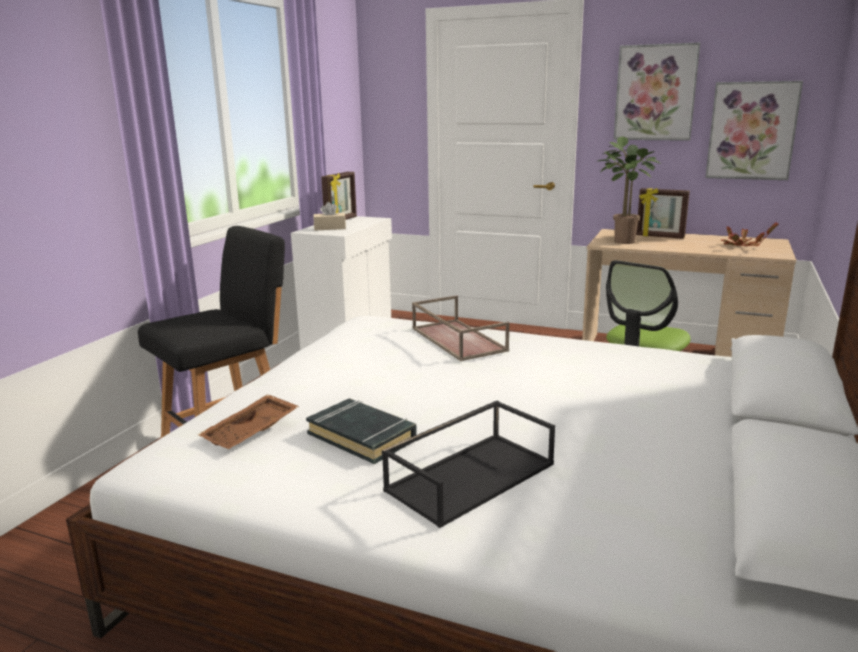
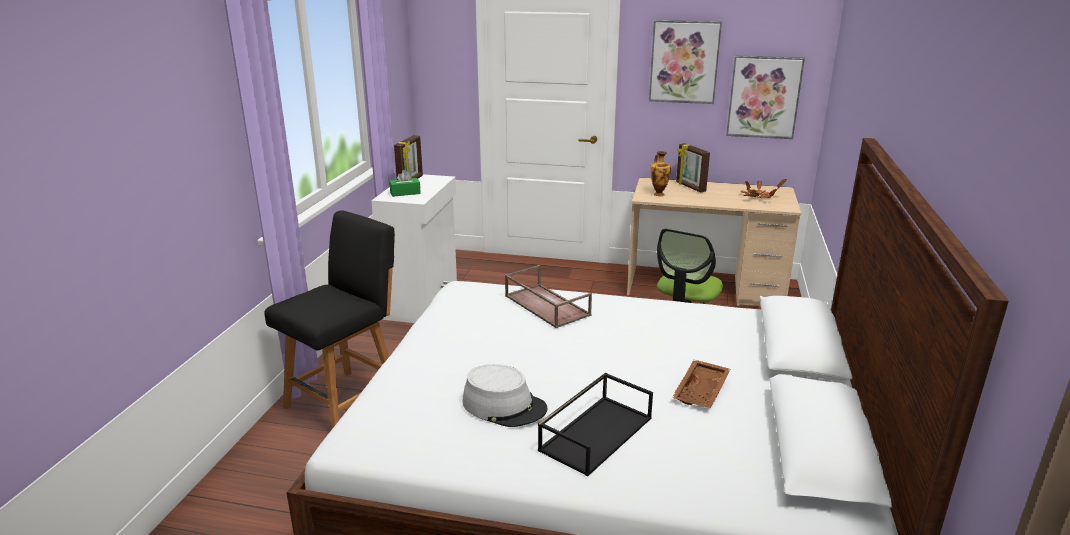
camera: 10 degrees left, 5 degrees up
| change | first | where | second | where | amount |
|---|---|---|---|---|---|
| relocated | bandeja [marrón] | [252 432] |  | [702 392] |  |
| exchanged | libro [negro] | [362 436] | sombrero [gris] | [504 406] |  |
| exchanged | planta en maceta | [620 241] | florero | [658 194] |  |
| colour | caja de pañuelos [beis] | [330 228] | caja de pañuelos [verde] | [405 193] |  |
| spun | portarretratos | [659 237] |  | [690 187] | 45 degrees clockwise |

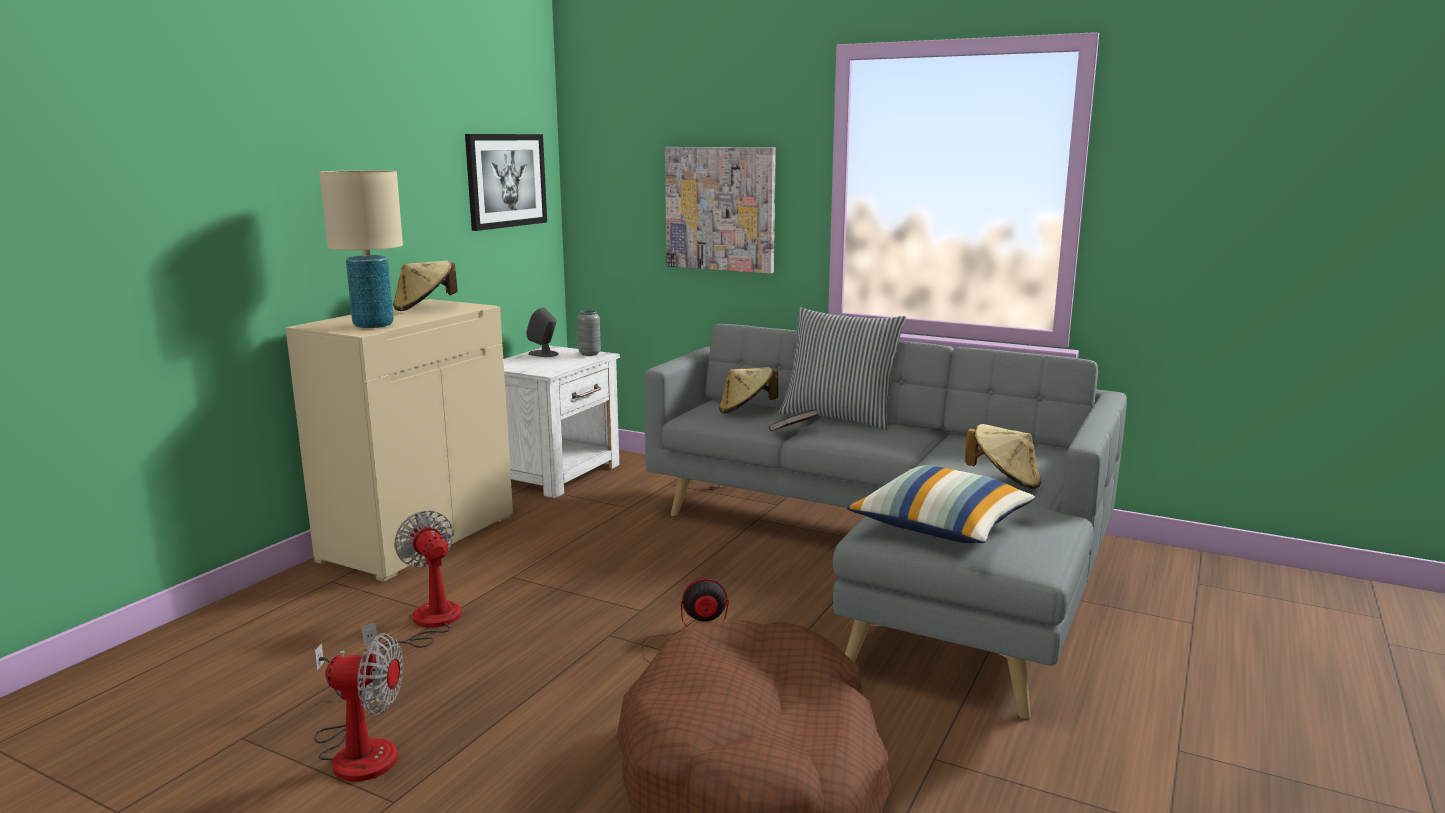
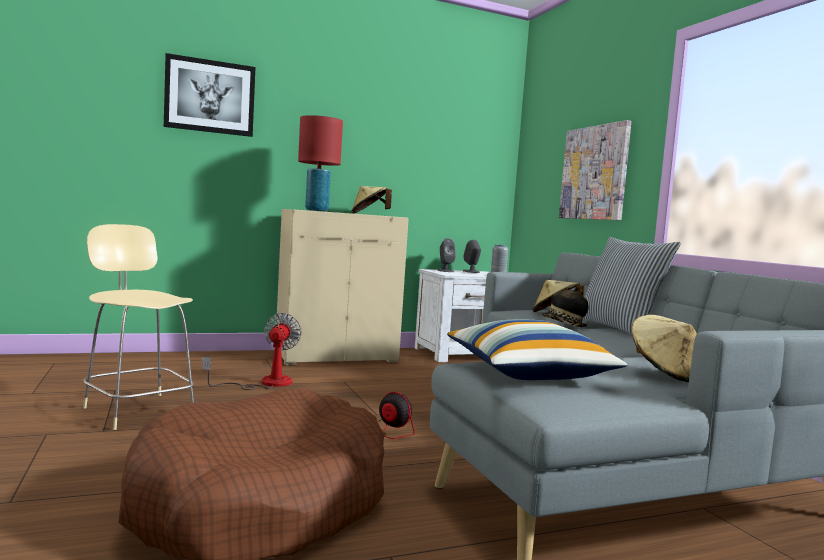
camera: 40 degrees right, 10 degrees down
| change | first | where | second | where | amount |
|---|---|---|---|---|---|
| appeared |  |  | altavoz [gris] | [445 271] |  |
| relocated | cuadro | [506 180] |  | [210 96] |  |
| exchanged | ventilador | [359 749] | taburete [beis] | [137 410] |  |
| exchanged | libro | [793 429] | sombrero | [563 325] |  |
| colour | lámpara de mesa [beis] | [373 325] | lámpara de mesa [rojo] | [316 210] |  |

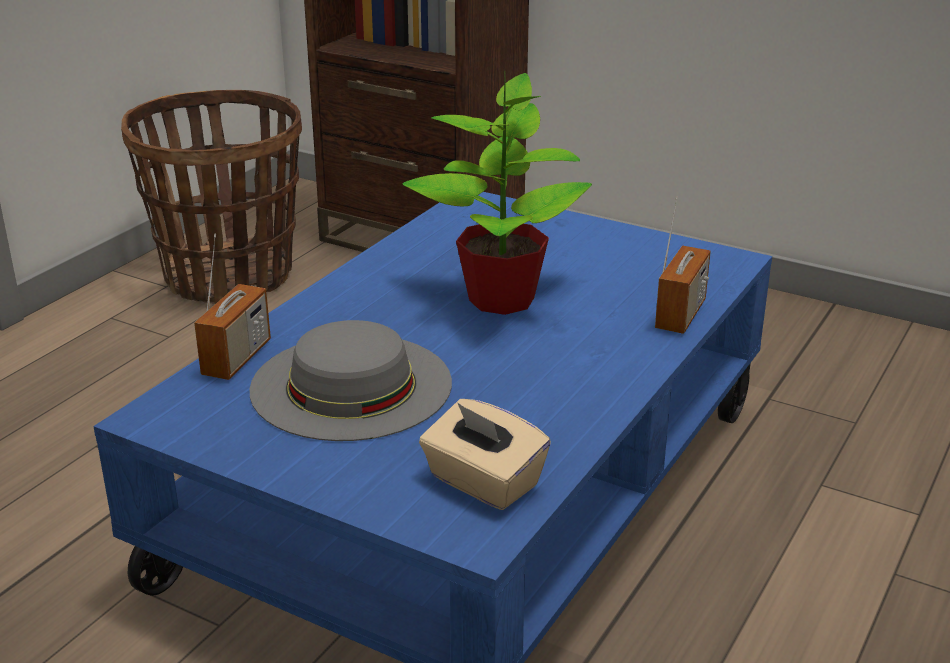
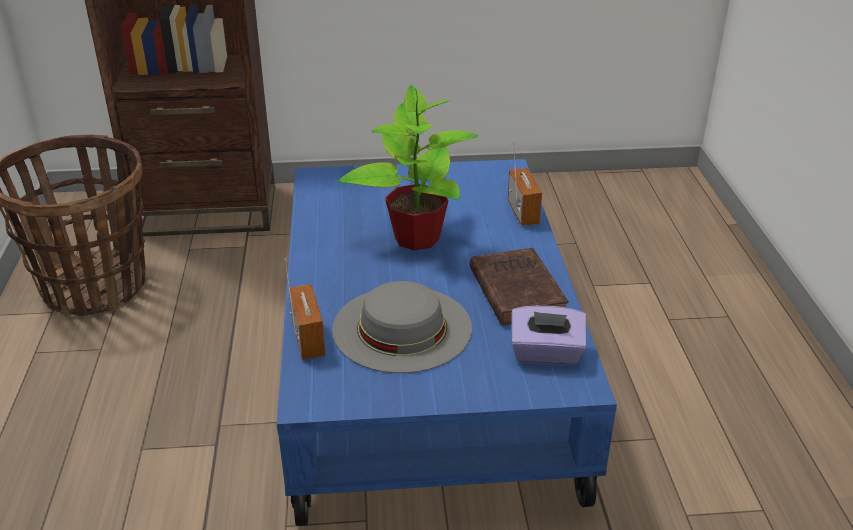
camera: 35 degrees left, 5 degrees up
| change | first | where | second | where | amount |
|---|---|---|---|---|---|
| appeared |  |  | libro [marrón] | [515 290] |  |
| colour | caja de pañuelos [beis] | [483 483] | caja de pañuelos [morado] | [546 354] |  |

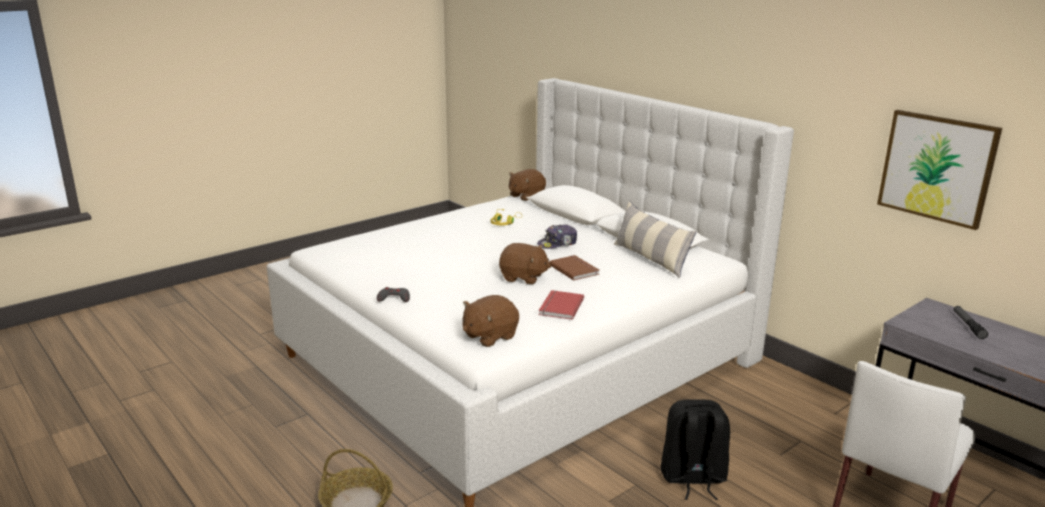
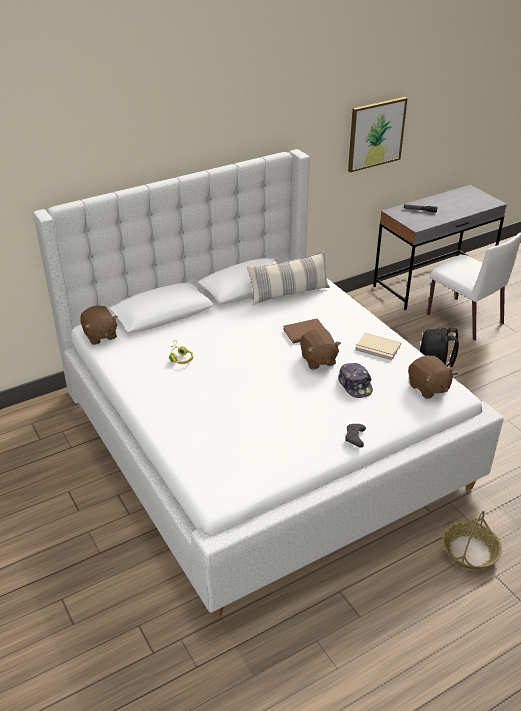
camera: 80 degrees left, 15 degrees up
| change | first | where | second | where | amount |
|---|---|---|---|---|---|
| relocated | gorra | [557 244] |  | [355 385] |  |
| colour | libro [rojo] | [559 307] | libro [beis] | [377 348] |  |
| spun | peluche [marrón] | [523 277] |  | [318 360] | 135 degrees clockwise |

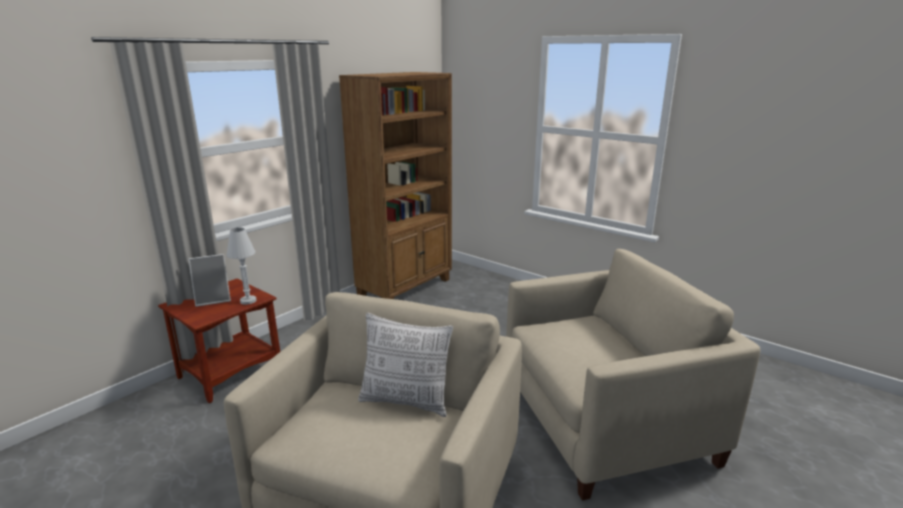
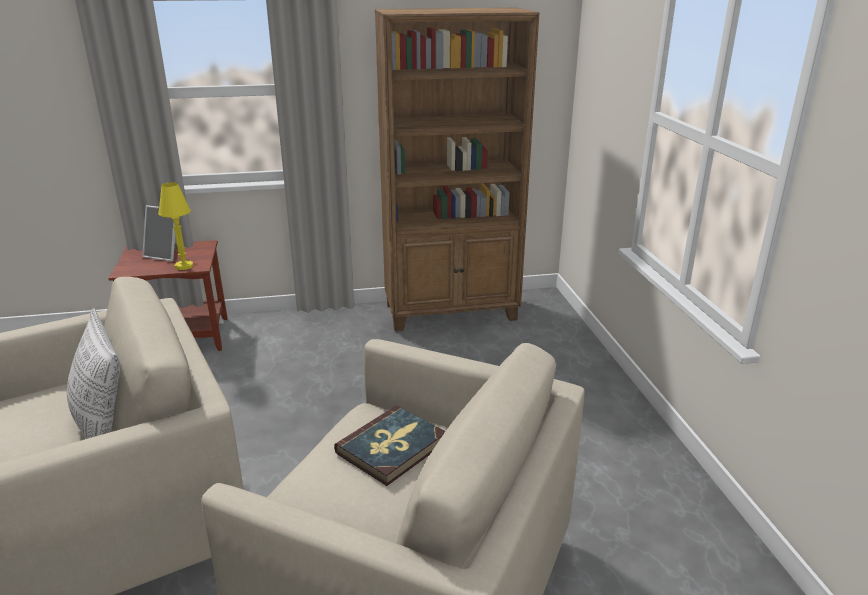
camera: 40 degrees right, 5 degrees up
| change | first | where | second | where | amount |
|---|---|---|---|---|---|
| appeared |  |  | libro | [392 448] |  |
| colour | lámpara de mesa [blanco] | [248 301] | lámpara de mesa [amarillo] | [184 266] |  |

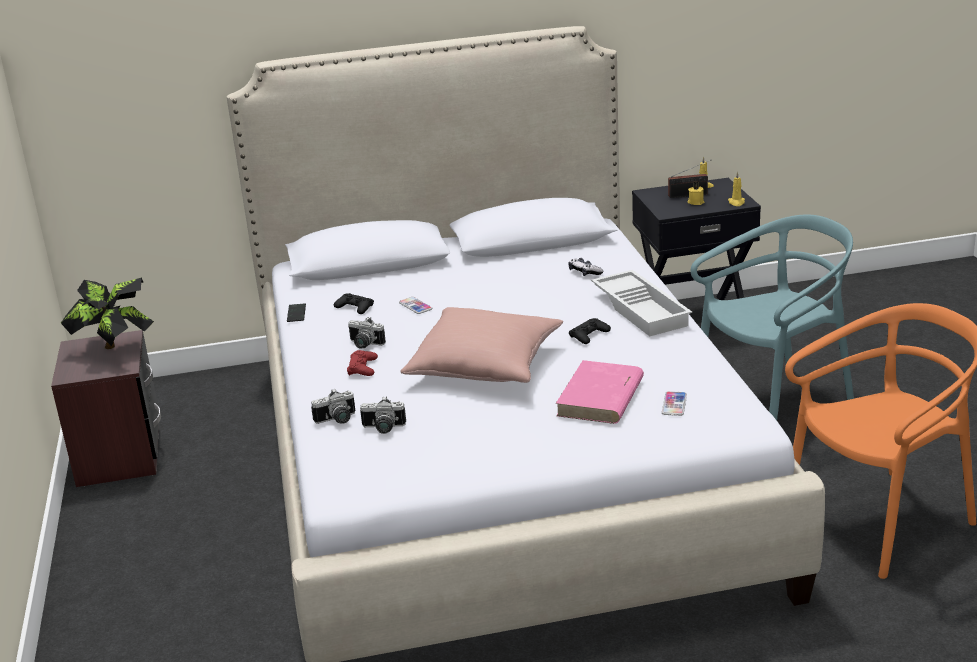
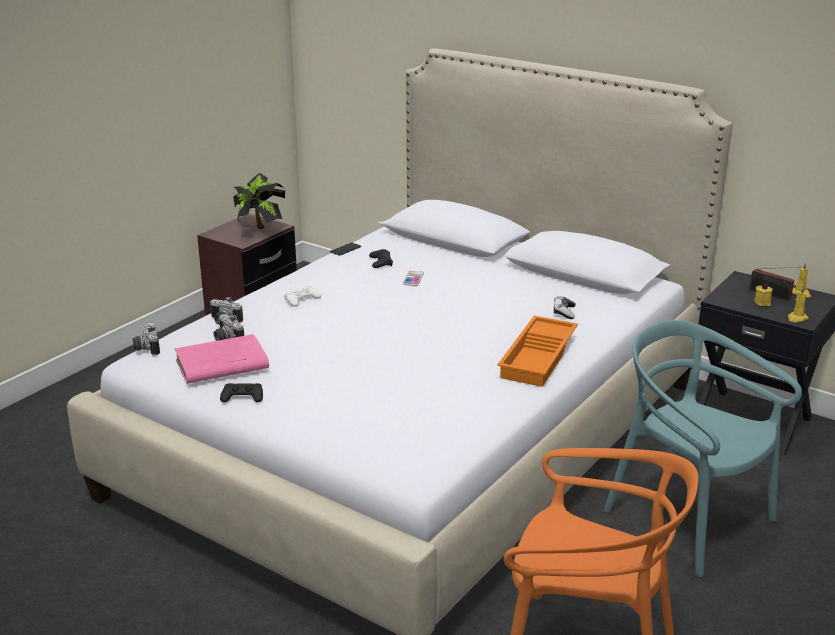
camera: 45 degrees right, 0 degrees up
| change | first | where | second | where | amount |
|---|---|---|---|---|---|
| missing | cojín [rosa] | [485 366] |  |  |  |
| missing | móvil | [674 404] |  |  |  |
| relocated | cámara | [364 345] |  | [146 348] |  |
| relocated | libro [rosa] | [600 398] |  | [221 365] |  |
| relocated | mando de consola [negro] | [589 335] |  | [242 397] |  |
| colour | mando de consola [rojo] | [362 368] | mando de consola [blanco] | [301 300] |  |
| colour | bandeja [blanco] | [642 309] | bandeja [naranja] | [539 358] |  |
| spun | silla [turquesa] | [774 402] |  | [688 520] | 150 degrees counterclockwise |

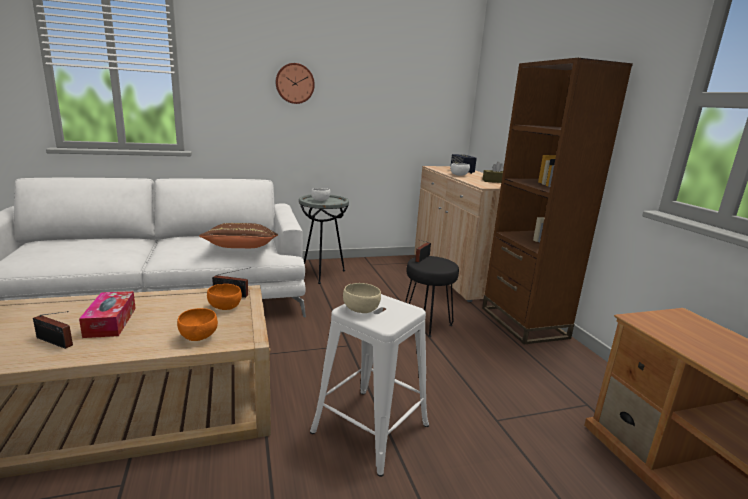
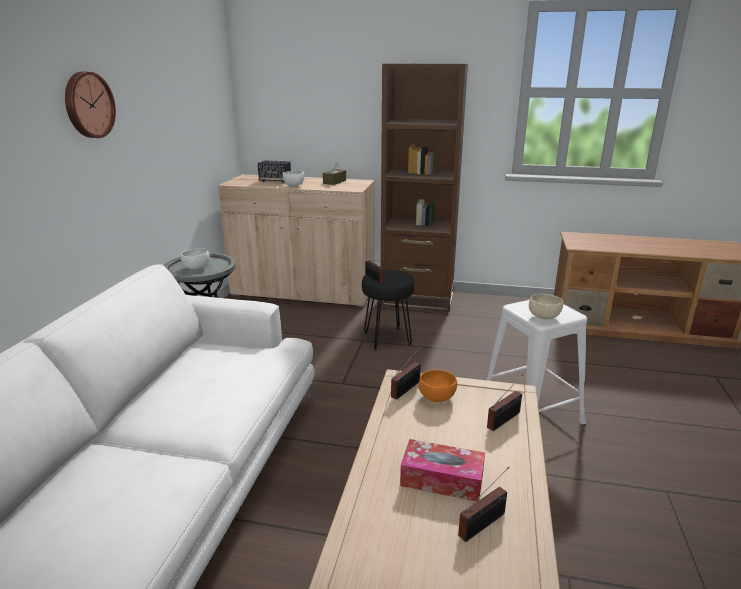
camera: 60 degrees left, 5 degrees up
| change | first | where | second | where | amount |
|---|---|---|---|---|---|
| missing | cojín [marrón] | [242 249] |  |  |  |
| exchanged | cuenco [naranja] | [199 336] | radio | [505 419] |  |

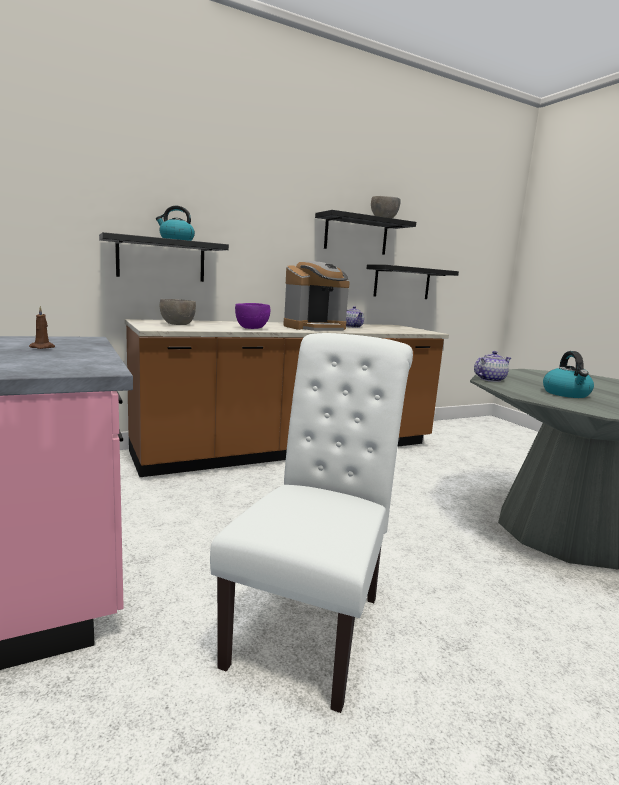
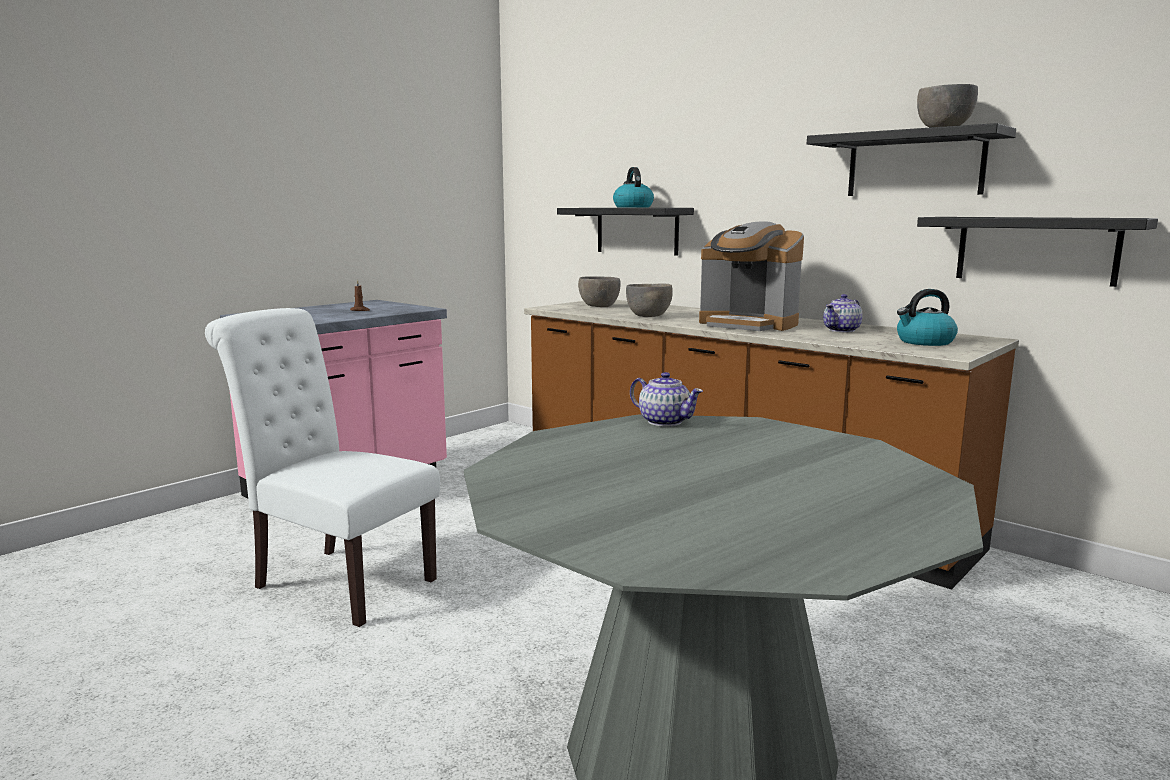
camera: 70 degrees right, 0 degrees up
| change | first | where | second | where | amount |
|---|---|---|---|---|---|
| relocated | hervidor | [566 394] |  | [924 342] |  |
| colour | cuenco [morado] | [252 328] | cuenco [gris] | [649 316] |  |
| spun | silla [blanco] | [312 622] |  | [336 581] | 150 degrees counterclockwise |

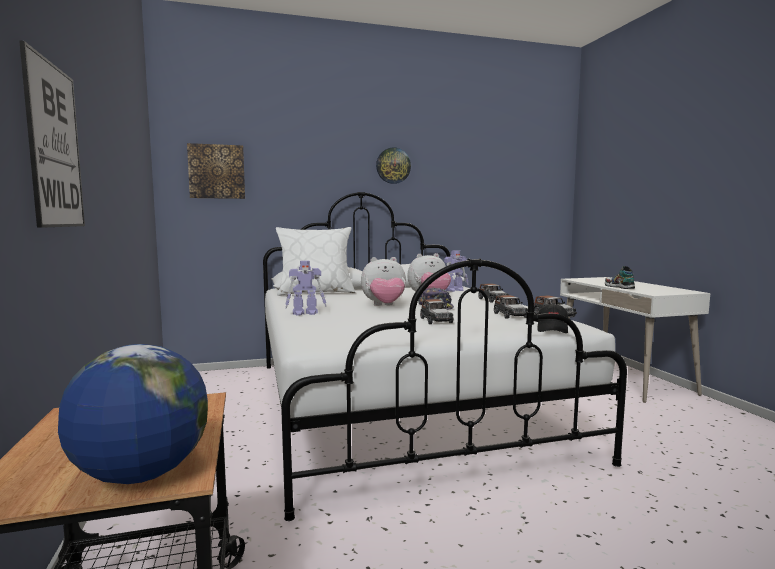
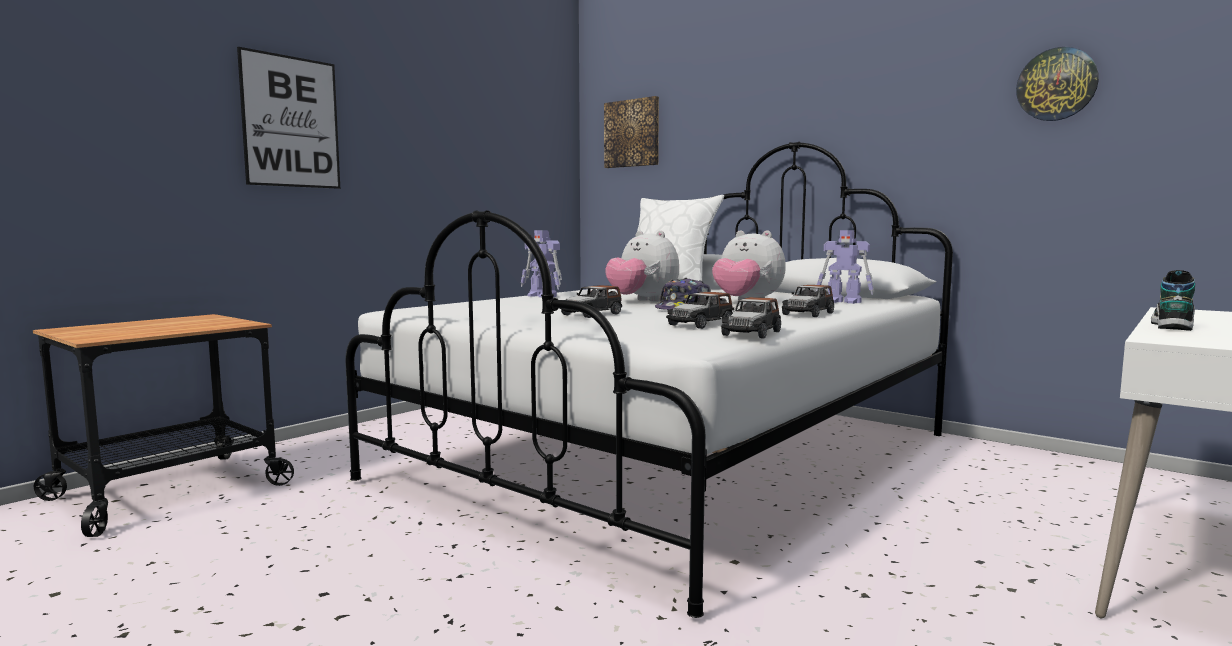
camera: 55 degrees right, 0 degrees up
| change | first | where | second | where | amount |
|---|---|---|---|---|---|
| missing | globo terráqueo | [141 475] |  |  |  |
| missing | gorra [negro] | [552 329] |  |  |  |
| relocated | reloj de pared | [393 165] |  | [1056 84] |  |

